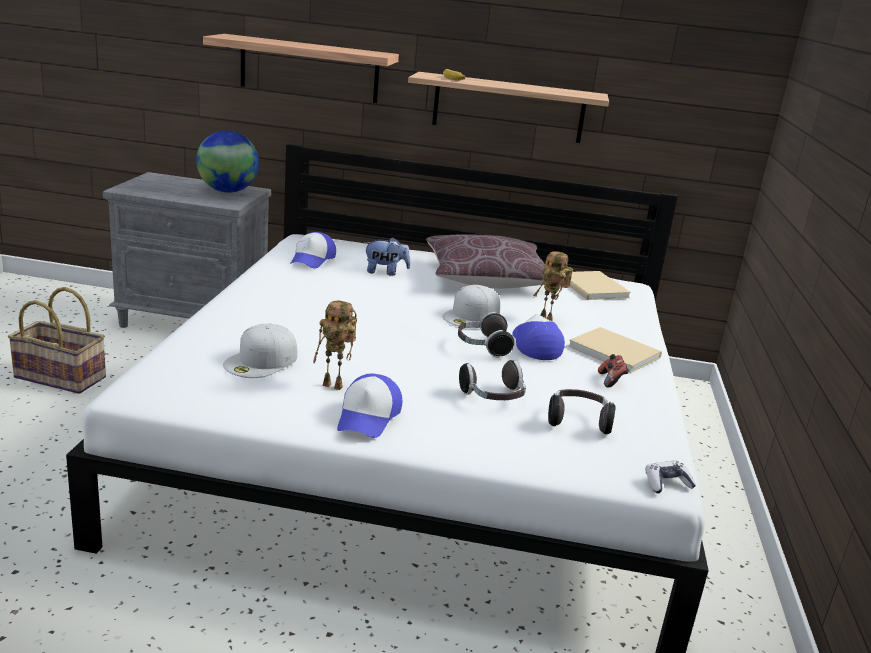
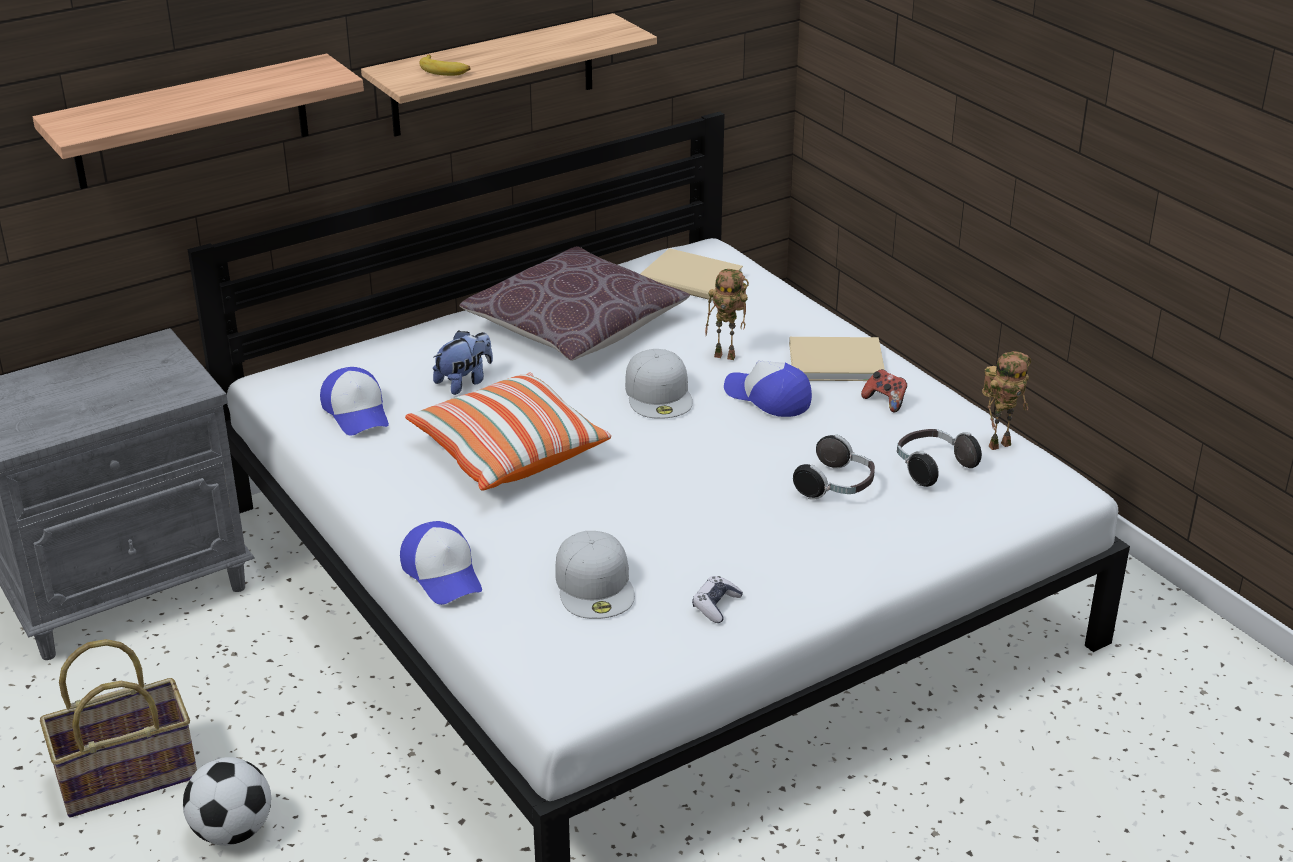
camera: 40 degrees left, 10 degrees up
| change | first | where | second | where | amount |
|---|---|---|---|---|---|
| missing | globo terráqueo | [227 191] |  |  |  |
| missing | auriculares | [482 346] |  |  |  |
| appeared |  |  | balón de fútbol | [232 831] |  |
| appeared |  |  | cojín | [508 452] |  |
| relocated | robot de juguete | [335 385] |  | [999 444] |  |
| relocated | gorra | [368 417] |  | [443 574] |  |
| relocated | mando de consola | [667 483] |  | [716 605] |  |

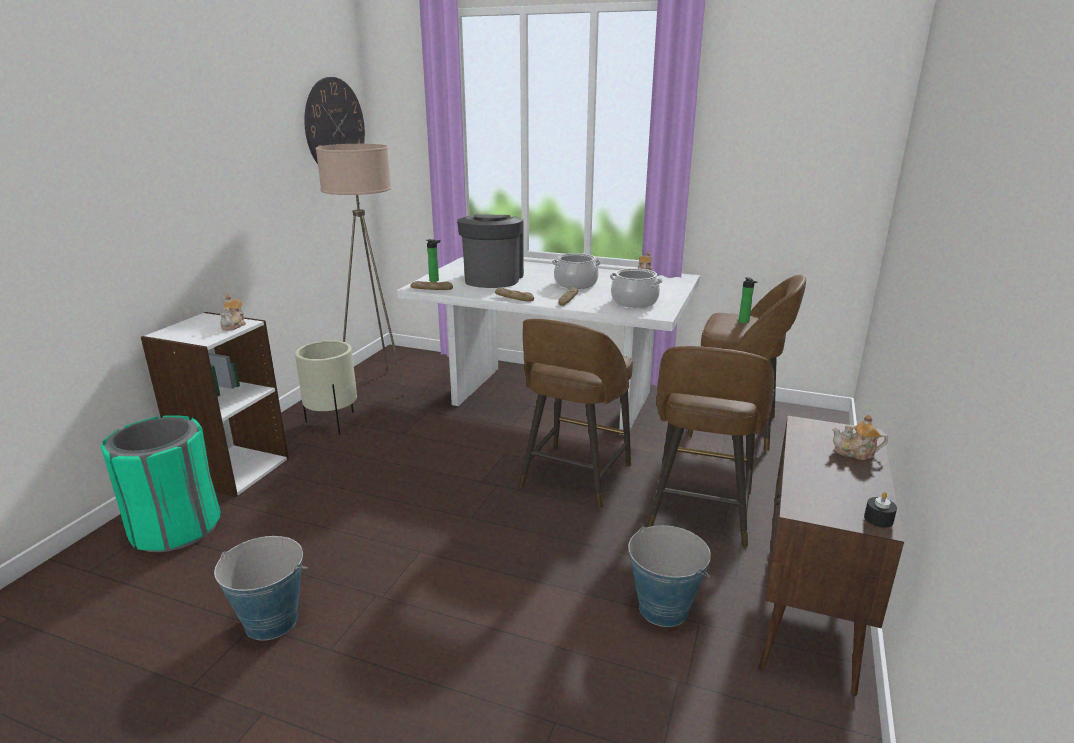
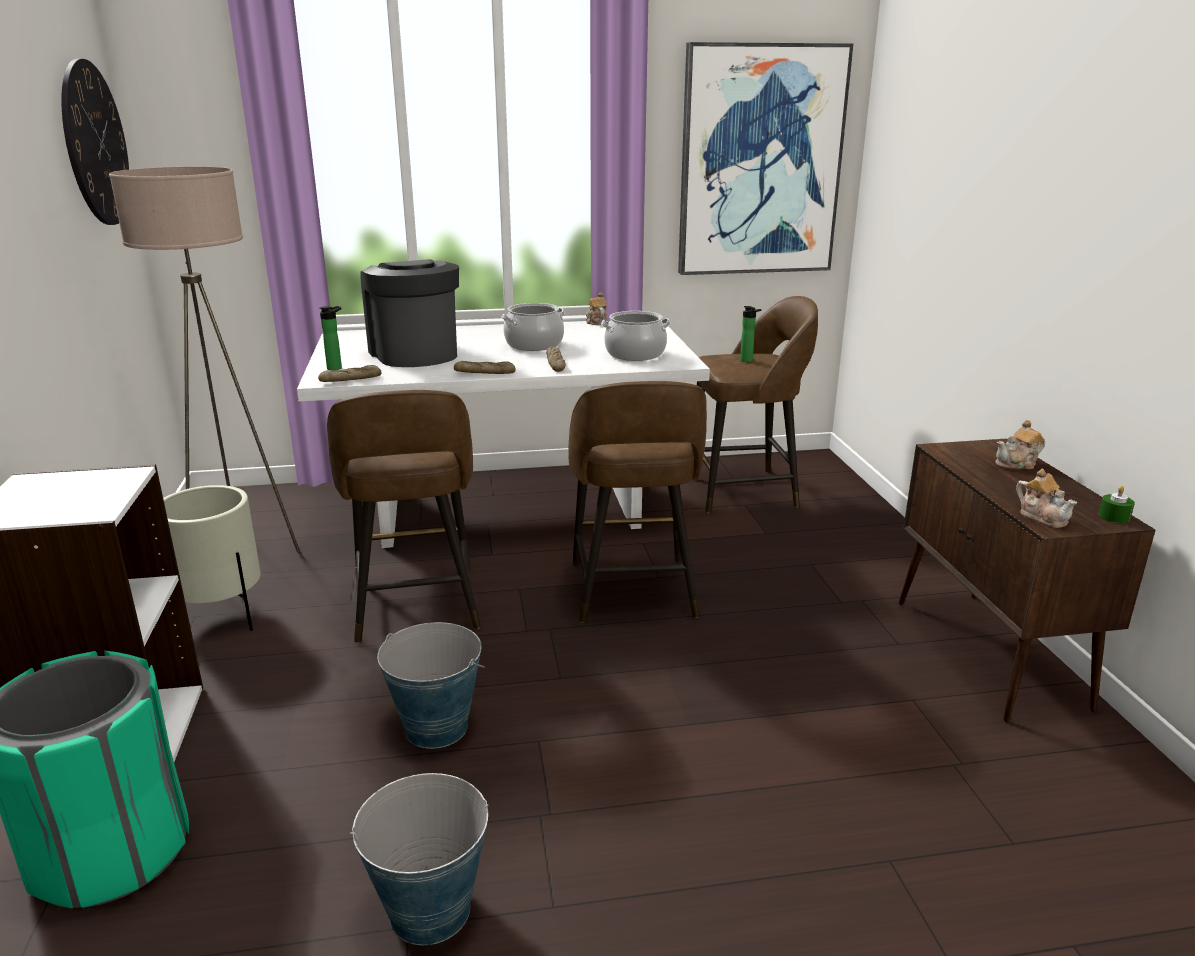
camera: 30 degrees left, 0 degrees up
| change | first | where | second | where | amount |
|---|---|---|---|---|---|
| appeared |  |  | cuadro | [760 162] |  |
| relocated | tetera | [234 325] |  | [1042 517] |  |
| relocated | cubo | [663 608] |  | [436 727] |  |
| relocated | taburete [marrón] | [699 512] |  | [416 606] |  |
| colour | vela [negro] | [878 519] | vela [verde] | [1114 516] |  |

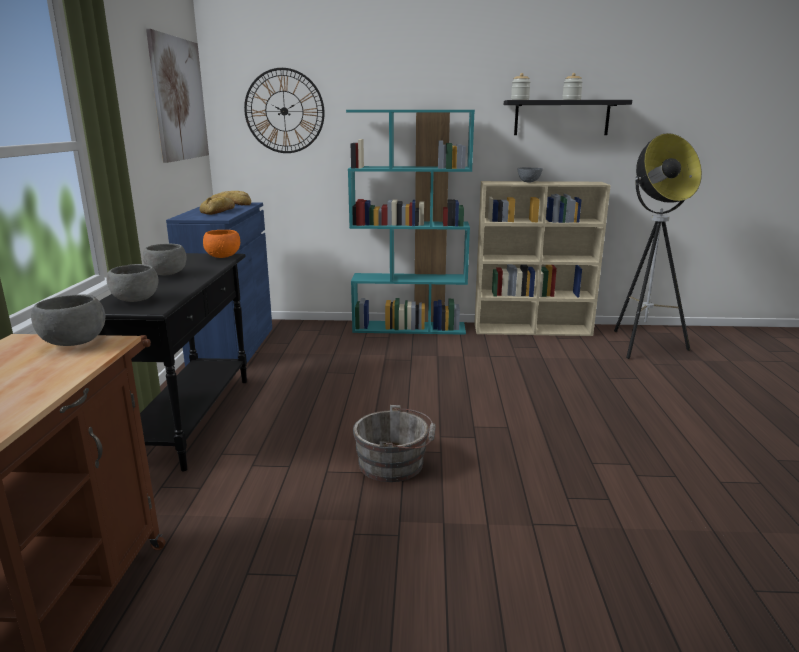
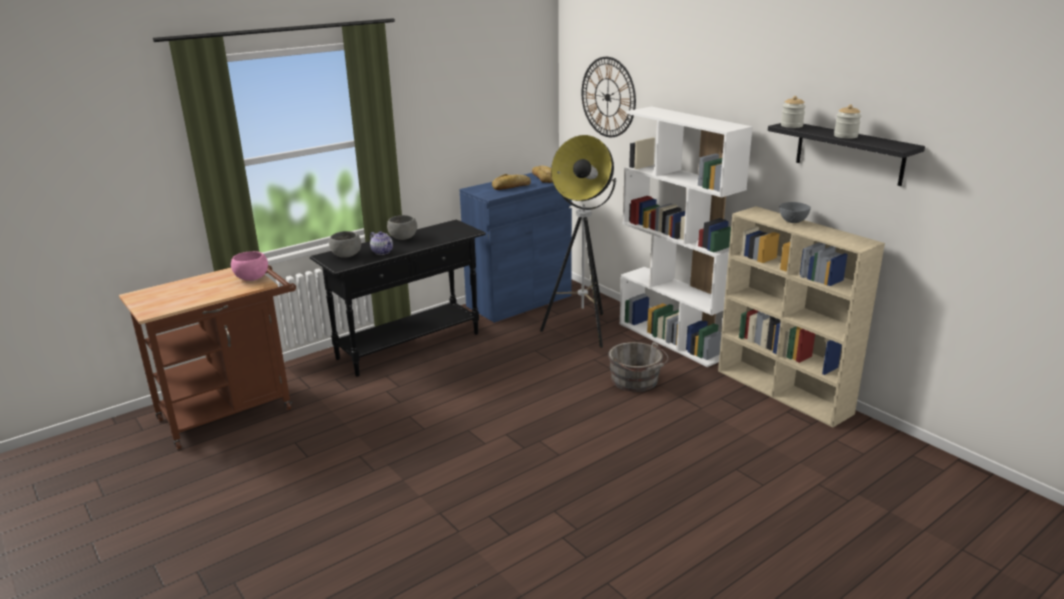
camera: 50 degrees right, 5 degrees up
| change | first | where | second | where | amount |
|---|---|---|---|---|---|
| missing | cuadro | [179 99] |  |  |  |
| missing | cuenco [naranja] | [223 257] |  |  |  |
| appeared |  |  | tetera | [382 252] |  |
| relocated | cubo [gris] | [395 464] |  | [636 381] |  |
| relocated | lámpara de pie | [641 345] |  | [583 330] |  |
| colour | cuenco [gris] | [74 343] | cuenco [rosa] | [252 278] |  |
| colour | estantería [turquesa] | [410 328] | estantería [blanco] | [673 339] |  |

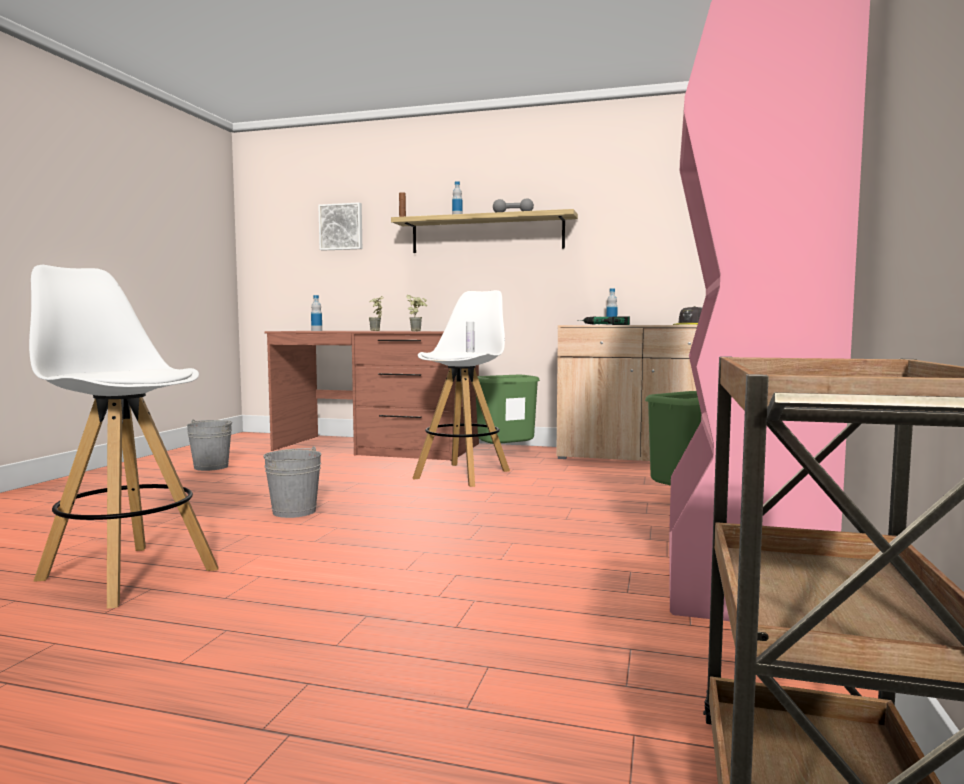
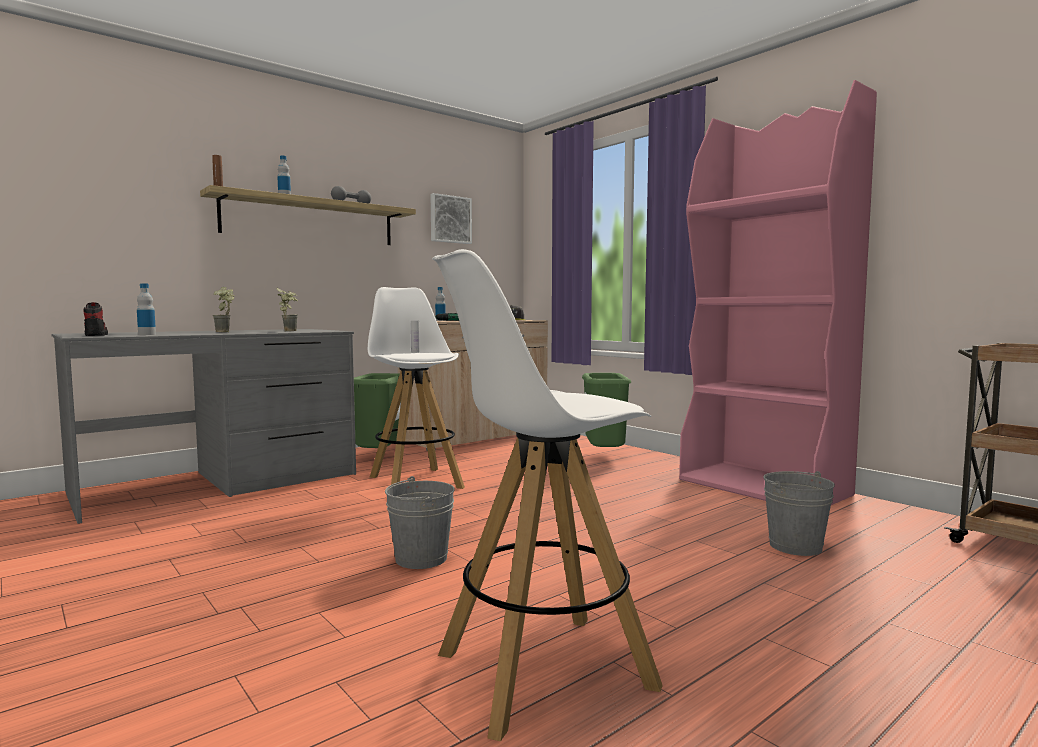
camera: 55 degrees left, 0 degrees up
| change | first | where | second | where | amount |
|---|---|---|---|---|---|
| appeared |  |  | zapato | [95 335] |  |
| relocated | cubo [gris] | [211 467] |  | [795 546] |  |
| relocated | cuadro | [341 227] |  | [450 219] |  |
| colour | escritorio [marrón] | [377 447] | escritorio [gris] | [219 483] |  |

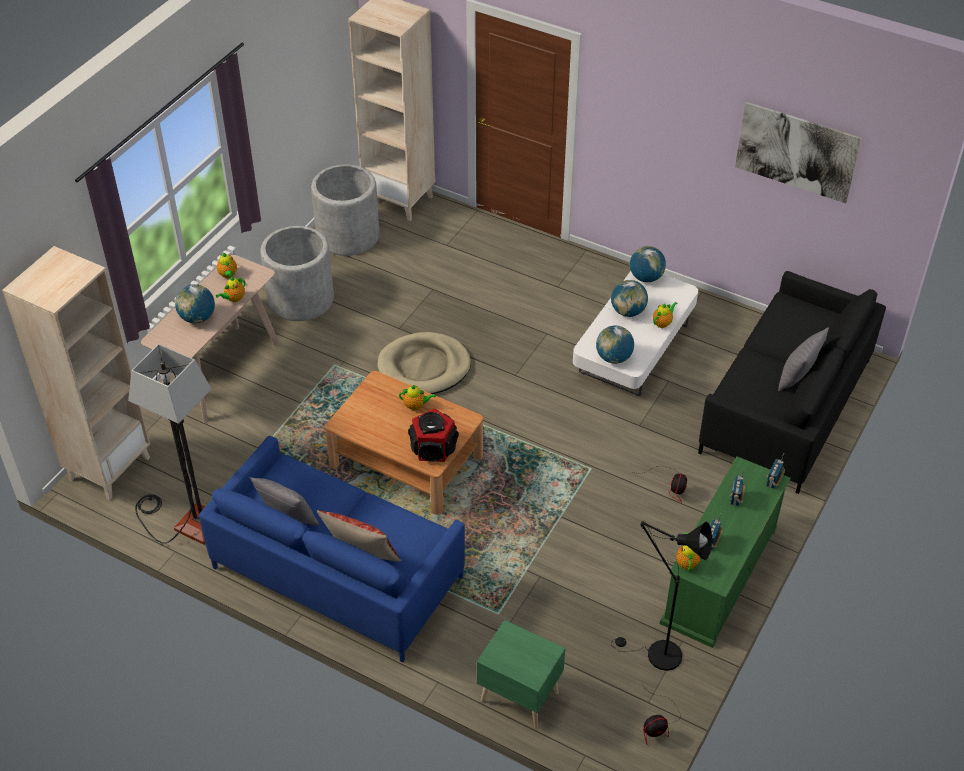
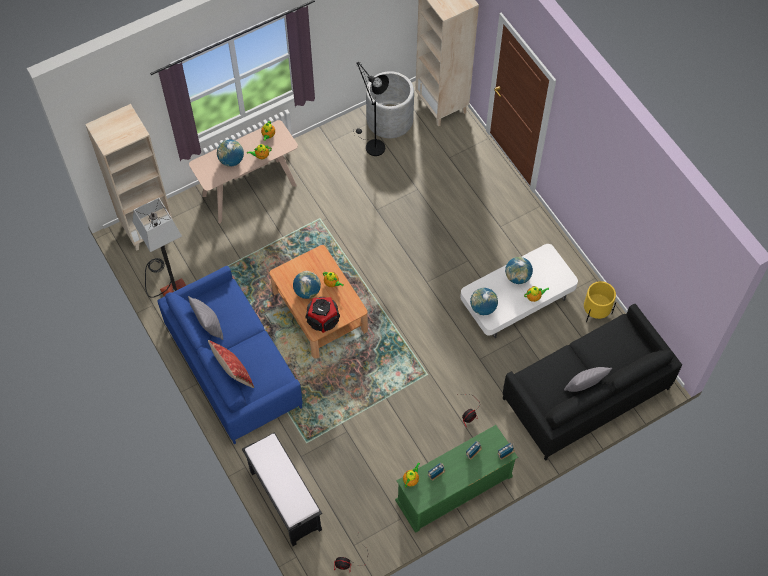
camera: 30 degrees right, 15 degrees up
| change | first | where | second | where | amount |
|---|---|---|---|---|---|
| missing | maceta [gris] | [300 299] |  |  |  |
| missing | cama para perro [beis] | [424 367] |  |  |  |
| missing | cuadro | [796 152] |  |  |  |
| appeared |  |  | maceta [amarillo] | [596 311] |  |
| relocated | lámpara de pie [negro] | [657 654] |  | [372 145] |  |
| relocated | globo terráqueo | [646 277] |  | [307 291] |  |
| exchanged | mesita de noche [verde] | [519 695] | banco [negro] | [284 500] |  |

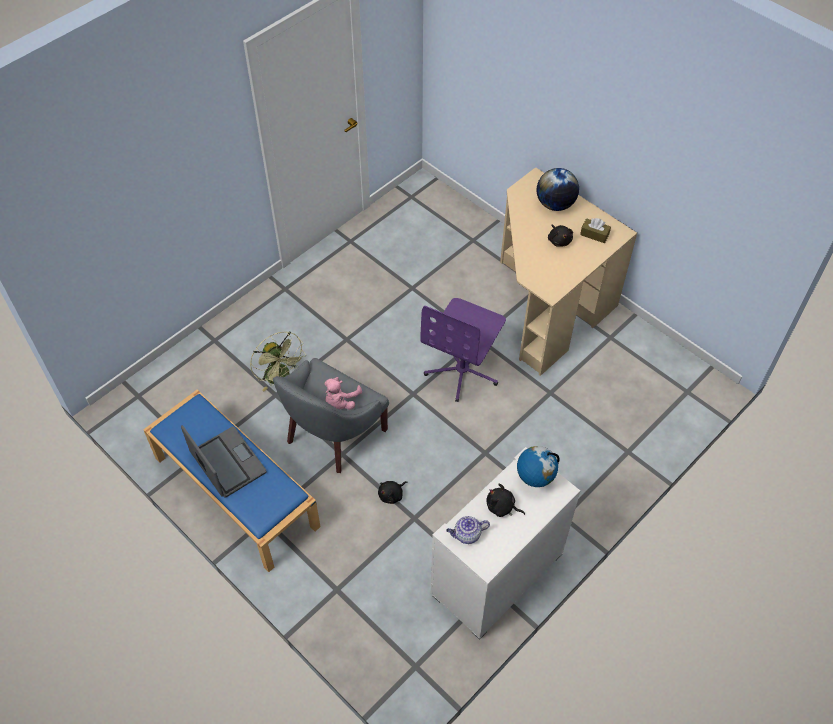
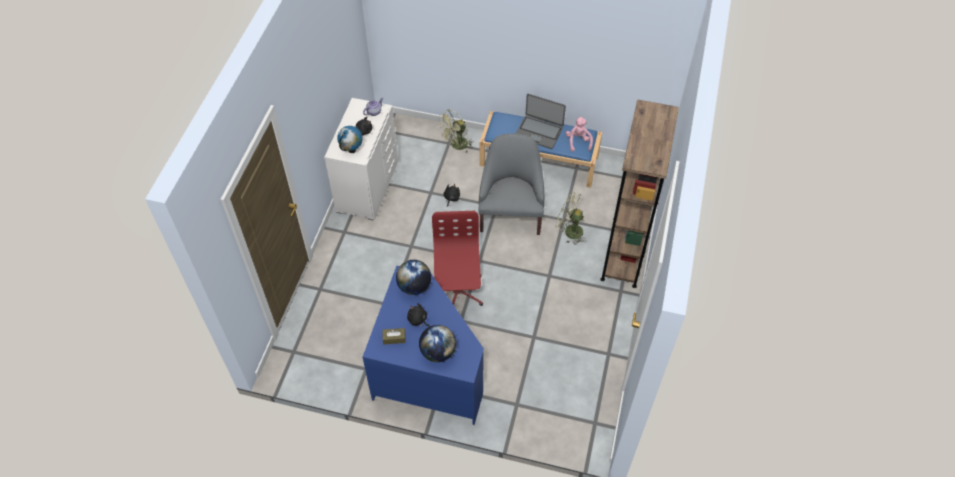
camera: 150 degrees right, 0 degrees up
| change | first | where | second | where | amount |
|---|---|---|---|---|---|
| appeared |  |  | globo terráqueo | [414 287] |  |
| appeared |  |  | ventilador [verde] | [456 146] |  |
| appeared |  |  | estantería [marrón] | [624 251] |  |
| relocated | peluche [rosa] | [340 402] |  | [578 142] |  |
| colour | silla de oficina [morado] | [463 370] | silla de oficina [rojo] | [457 292] |  |
| colour | escritorio [beis] | [545 304] | escritorio [azul] | [427 372] |  |

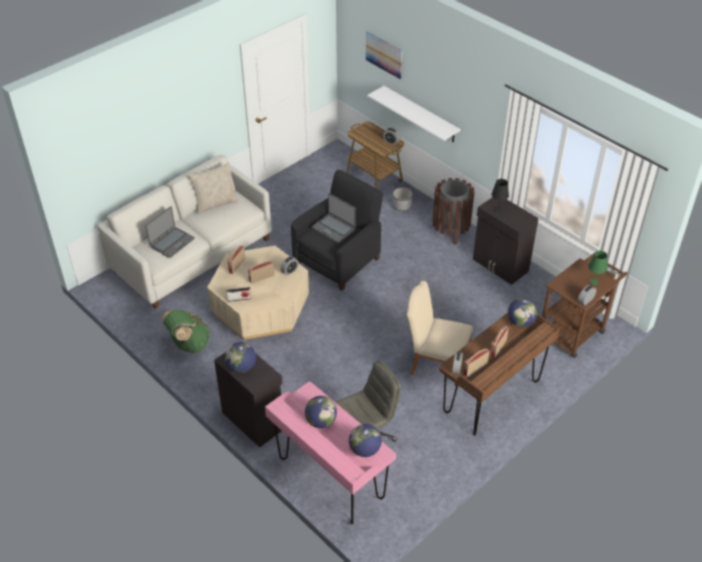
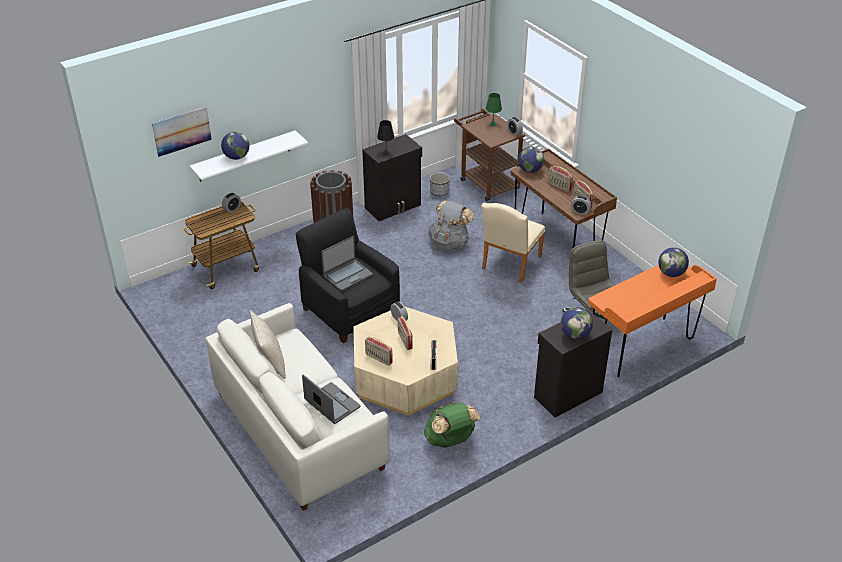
camera: 80 degrees left, 5 degrees down
| change | first | where | second | where | amount |
|---|---|---|---|---|---|
| appeared |  |  | mochila [gris] | [449 243] |  |
| relocated | globo terráqueo | [321 421] |  | [236 157] |  |
| relocated | maceta | [401 206] |  | [439 192] |  |
| colour | escritorio [rosa] | [330 479] | escritorio [naranja] | [642 347] |  |

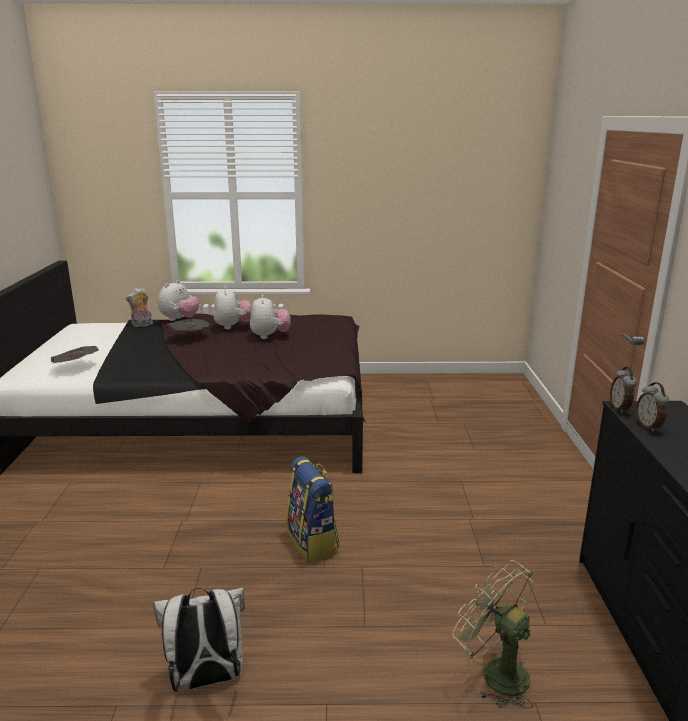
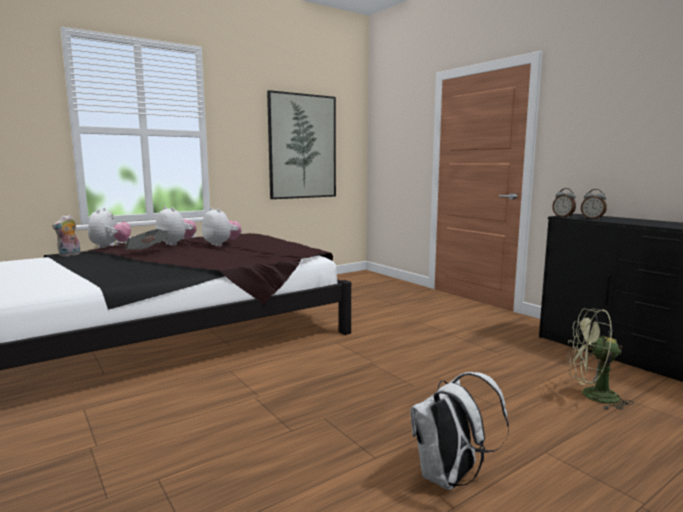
camera: 35 degrees left, 10 degrees down
| change | first | where | second | where | amount |
|---|---|---|---|---|---|
| missing | periódico | [76 367] |  |  |  |
| missing | mochila | [313 543] |  |  |  |
| appeared |  |  | cuadro | [302 146] |  |

